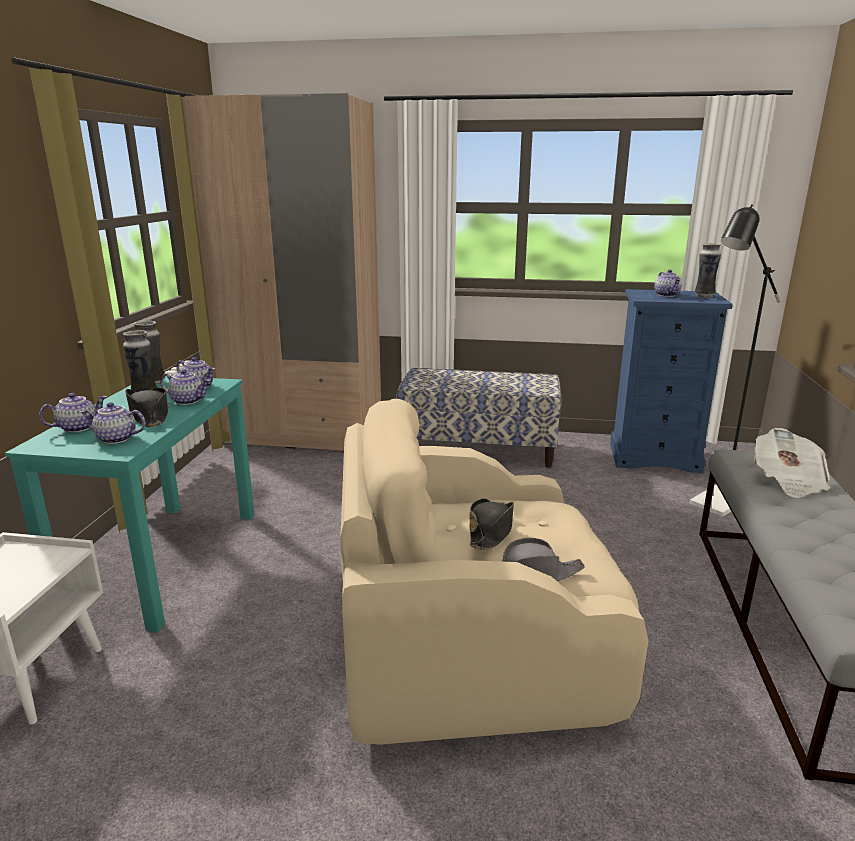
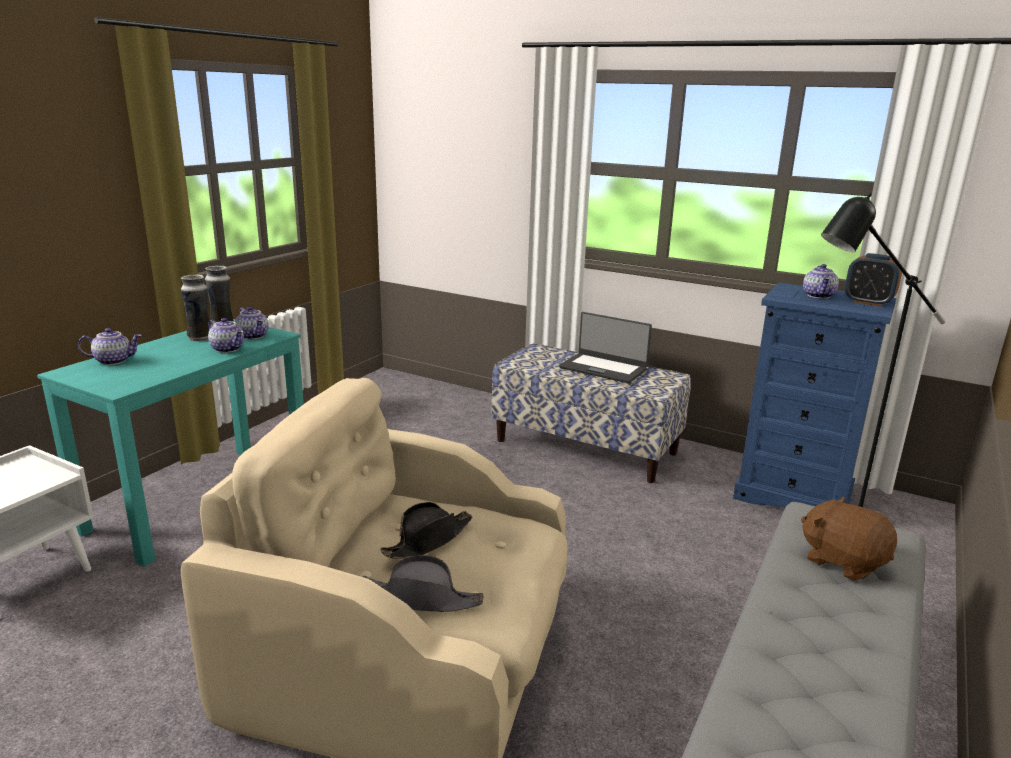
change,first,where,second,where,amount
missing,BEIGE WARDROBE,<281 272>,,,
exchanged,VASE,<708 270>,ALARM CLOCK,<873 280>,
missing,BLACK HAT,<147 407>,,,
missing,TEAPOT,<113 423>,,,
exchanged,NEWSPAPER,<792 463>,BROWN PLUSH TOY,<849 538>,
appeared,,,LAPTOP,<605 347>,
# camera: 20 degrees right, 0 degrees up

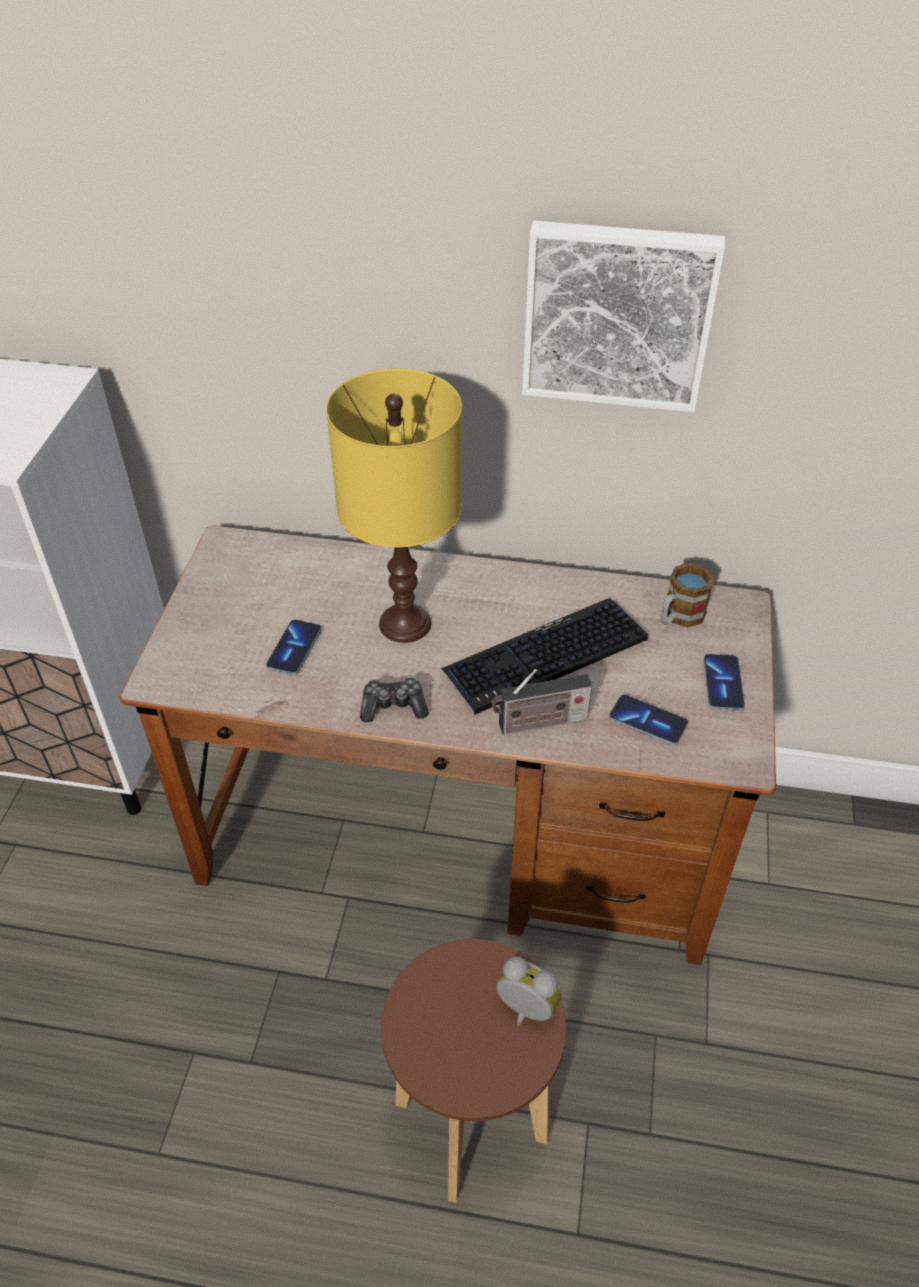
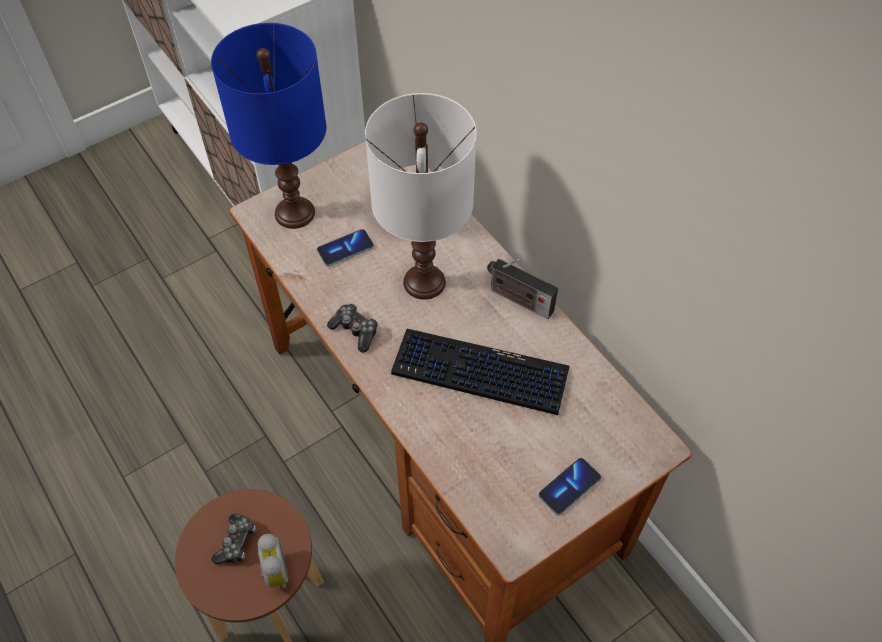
change,first,where,second,where,amount
missing,PICTURE,<623 316>,,,
colour,YELLOW TABLE LAMP,<394 505>,WHITE TABLE LAMP,<421 196>,
missing,MUG,<687 595>,,,
relocated,RADIO,<541 702>,,<522 289>,
missing,PHONE,<648 720>,,,
appeared,,,BLUE TABLE LAMP,<268 126>,
appeared,,,GAME CONTROLLER,<234 539>,
# camera: 45 degrees right, 10 degrees up

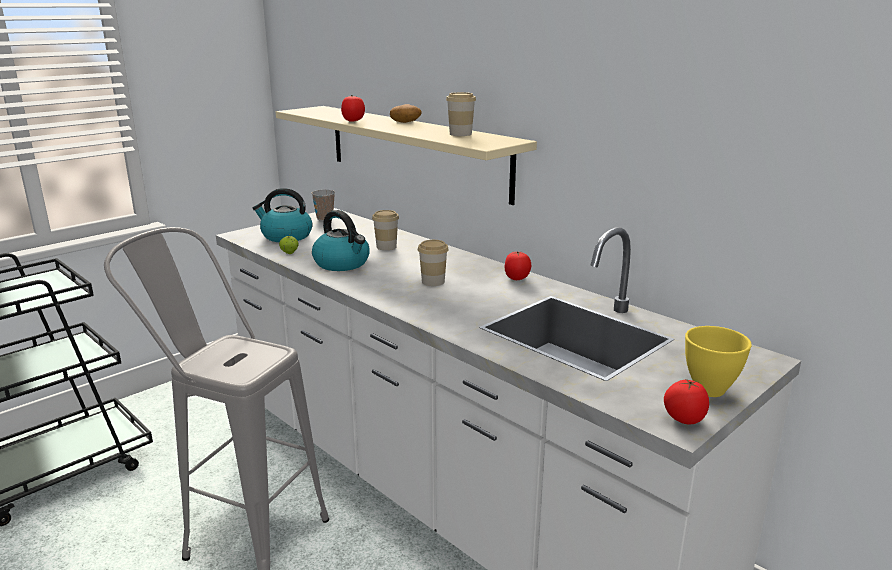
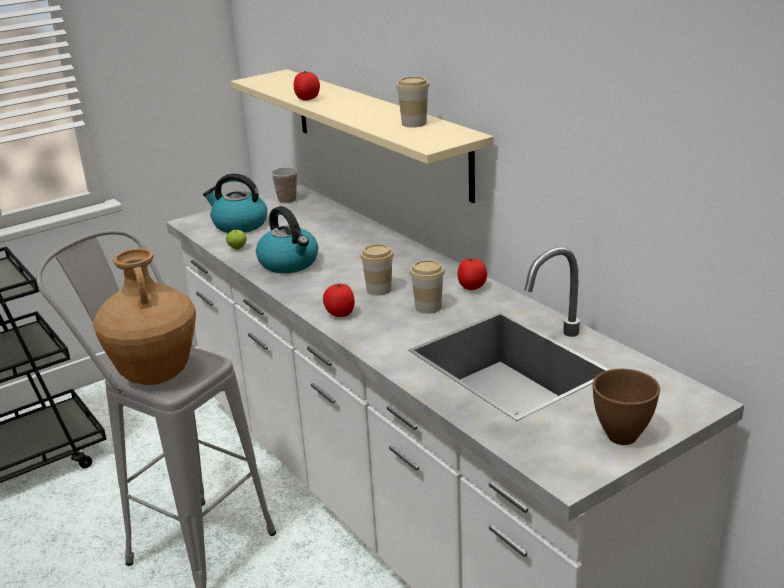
change,first,where,second,where,amount
missing,POTATO,<406 113>,,,
relocated,CUP,<385 230>,,<427 287>,
colour,YELLOW BOWL,<718 361>,BROWN BOWL,<626 407>,
relocated,TOMATO,<686 401>,,<339 300>,
appeared,,,BROWN VASE,<144 316>,
# camera: 10 degrees right, 5 degrees up

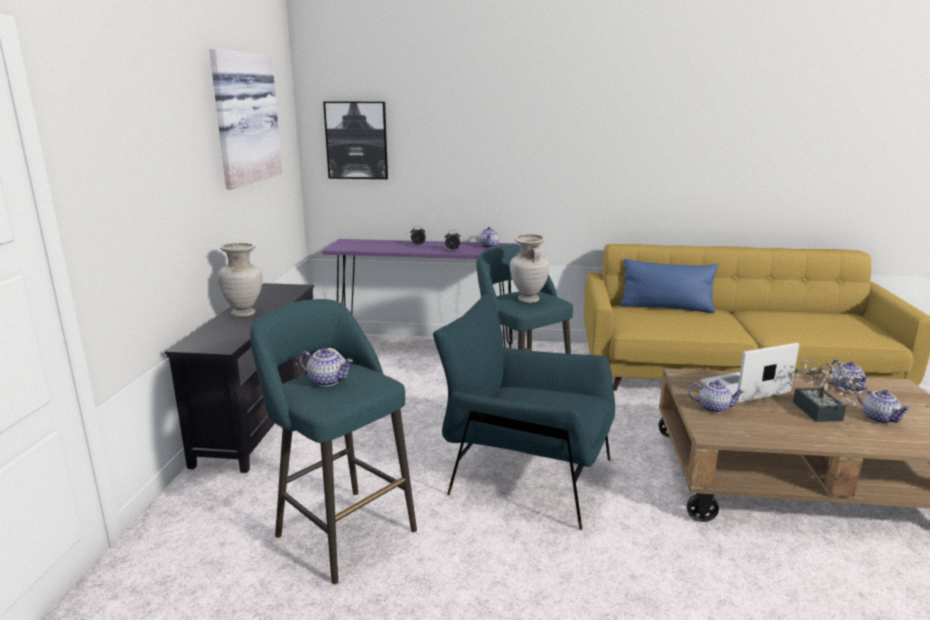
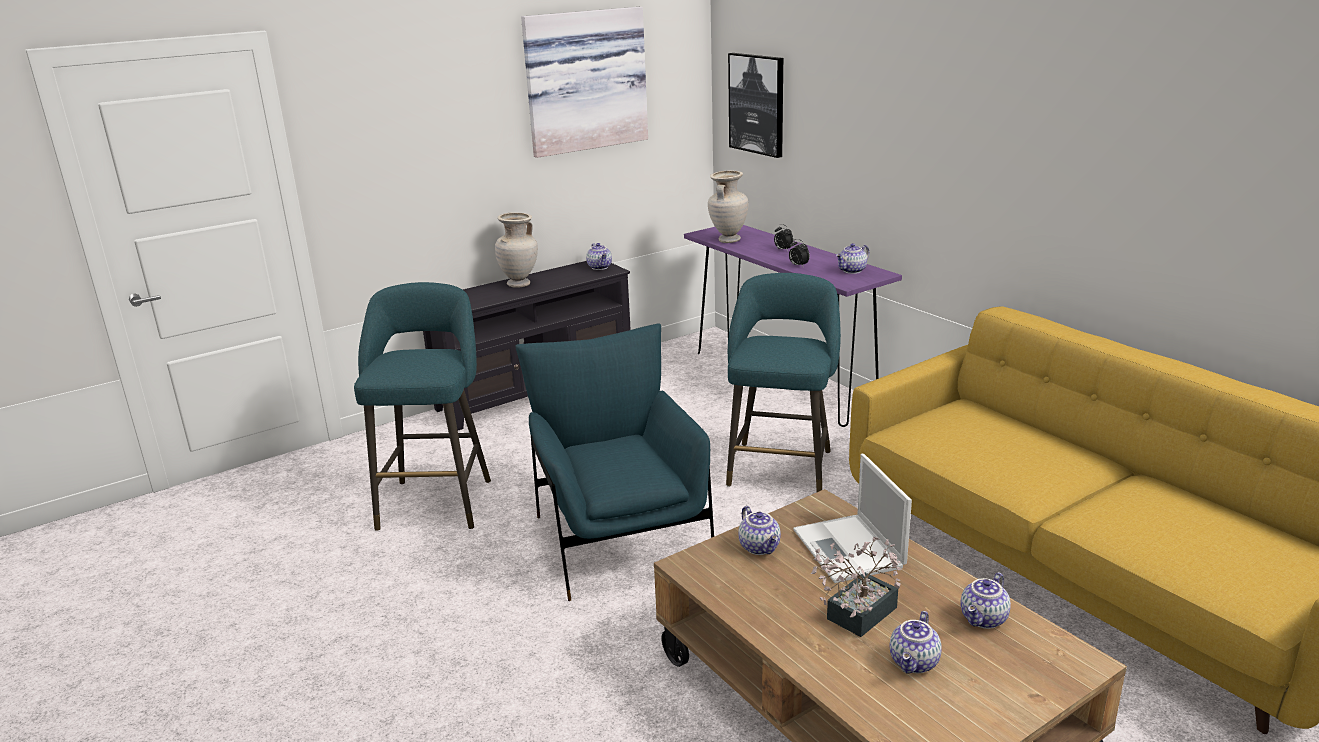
change,first,where,second,where,amount
relocated,BEIGE VASE,<529 268>,,<728 207>,
missing,BLUE PILLOW,<669 286>,,,
spun,LAPTOP,<749 373>,,<852 518>,135 degrees counterclockwise
relocated,TEAPOT,<326 367>,,<599 256>,
# camera: 50 degrees right, 5 degrees up

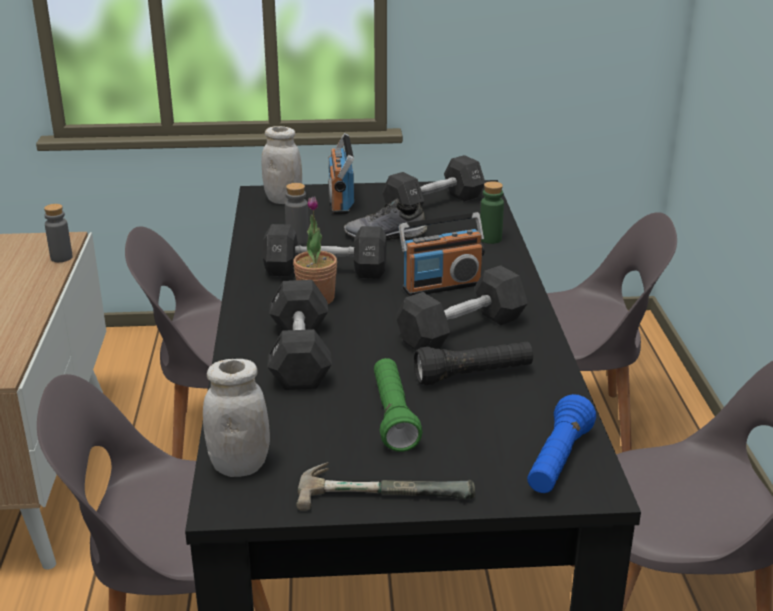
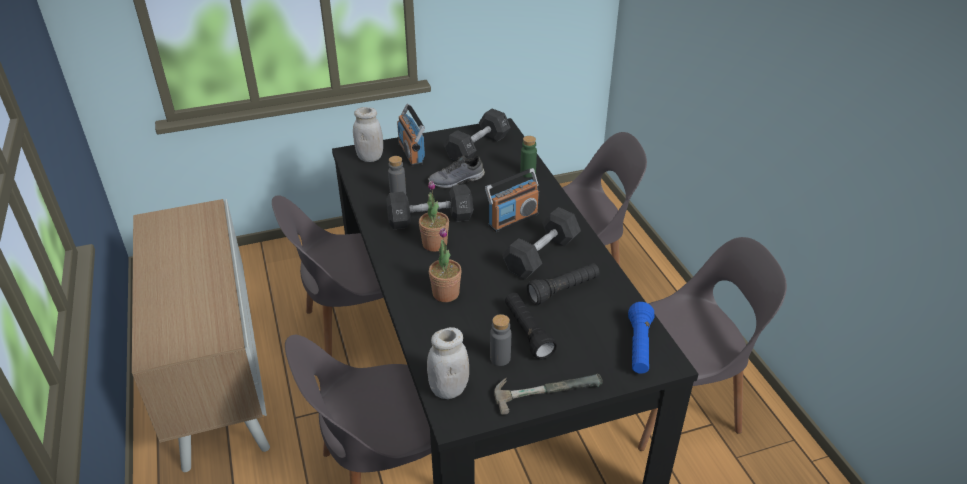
change,first,where,second,where,amount
relocated,GREY BOTTLE,<58 233>,,<500 340>,
exchanged,BLACK DUMBBELL,<299 335>,POTTED PLANT,<445 265>,
colour,GREEN FLASHLIGHT,<398 405>,BLACK FLASHLIGHT,<531 326>,
# camera: 15 degrees left, 10 degrees up

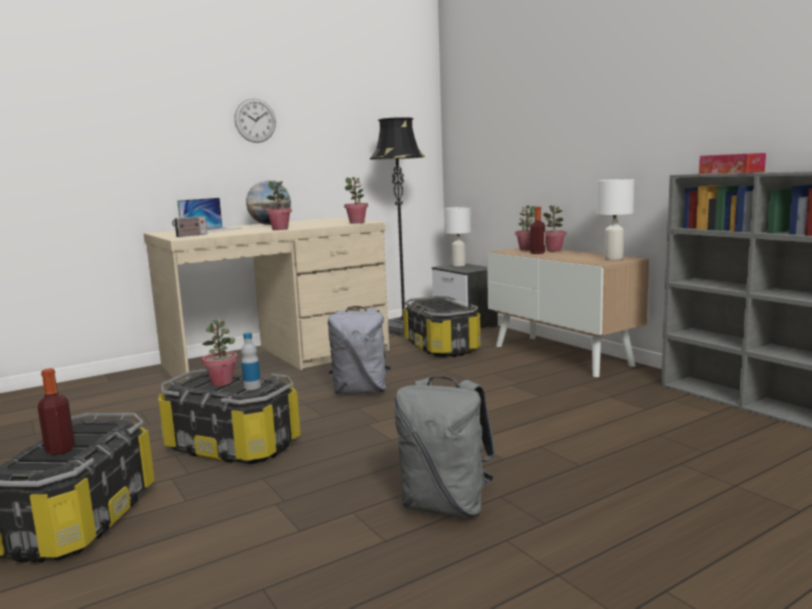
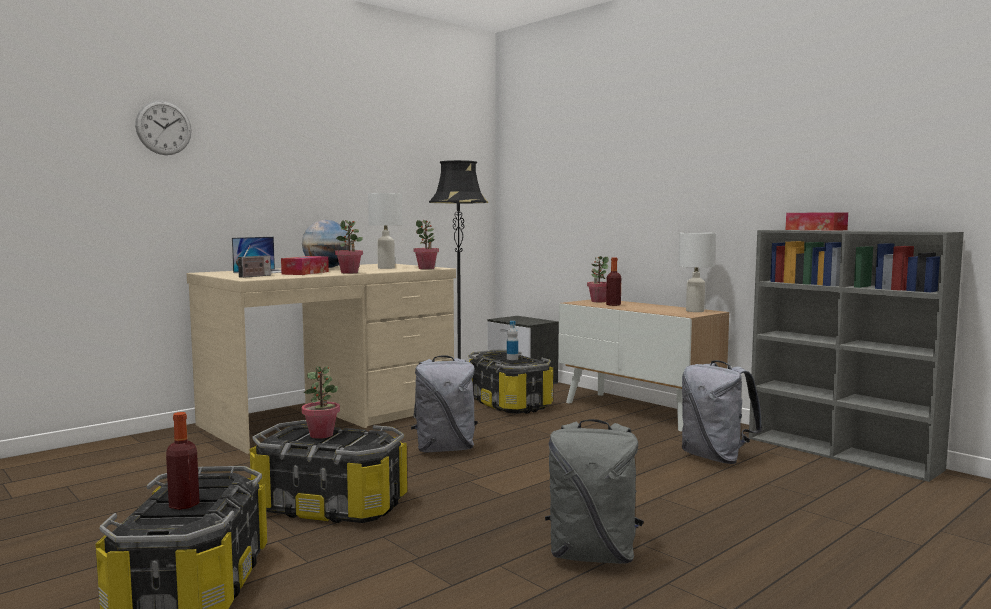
change,first,where,second,where,amount
relocated,WALL CLOCK,<255 120>,,<163 127>,
missing,POTTED PLANT,<554 228>,,,
relocated,WHITE TABLE LAMP,<458 236>,,<385 231>,
relocated,BOTTLE,<251 361>,,<512 340>,
appeared,,,TISSUE BOX,<305 265>,
appeared,,,GREY BACKPACK,<722 412>,
# camera: 10 degrees left, 5 degrees down

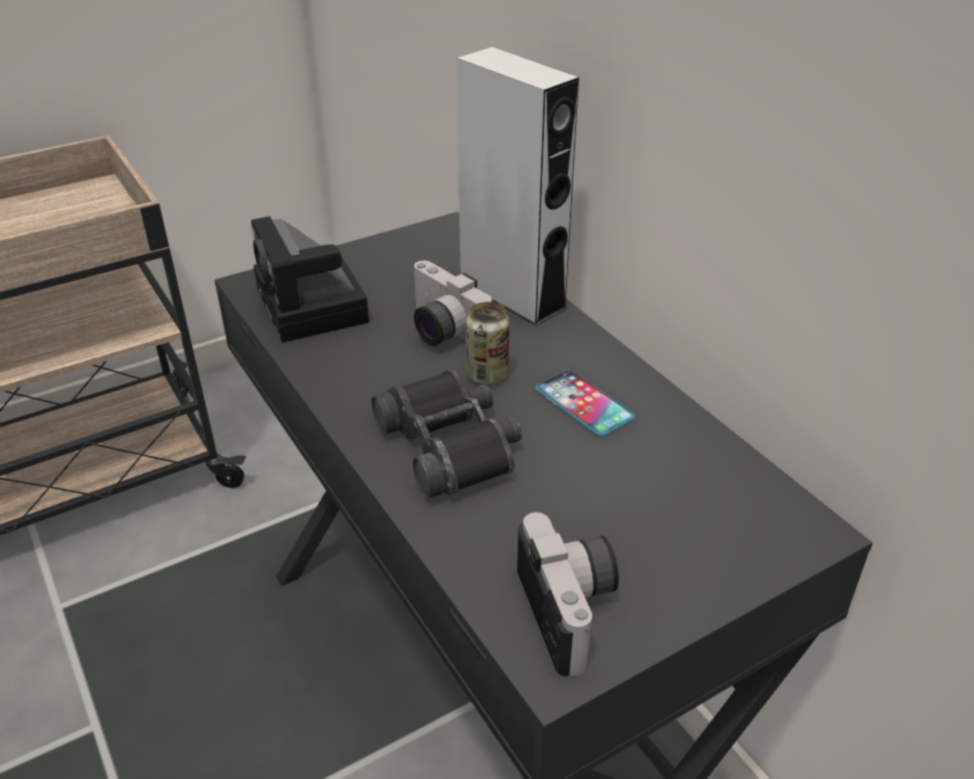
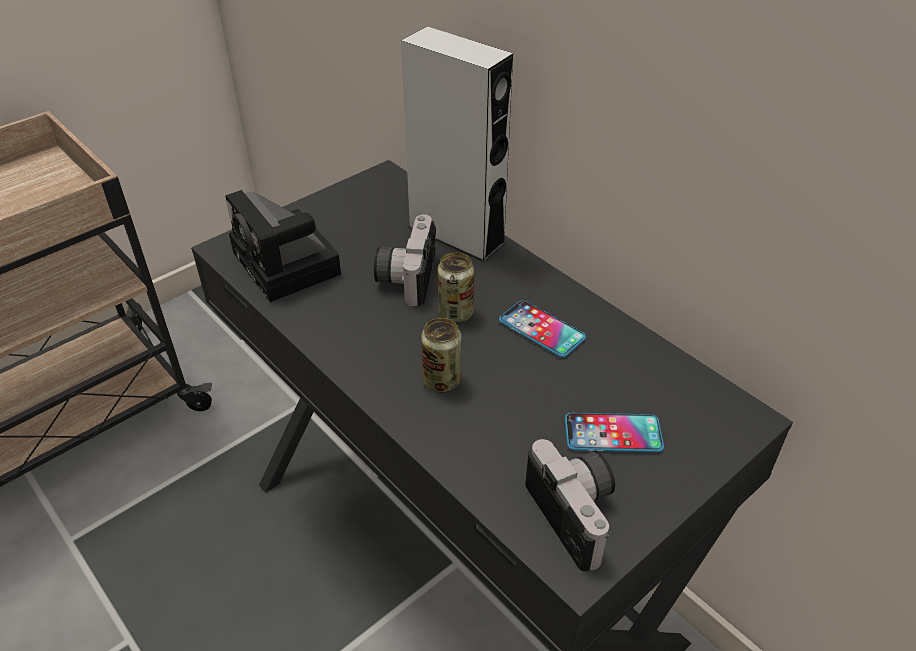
change,first,where,second,where,amount
spun,PHOTO CAMERA,<453 303>,,<405 260>,60 degrees clockwise
exchanged,BLACK BINOCULARS,<447 434>,CAN,<441 355>,
appeared,,,PHONE,<614 432>,
# camera: 10 degrees left, 5 degrees up

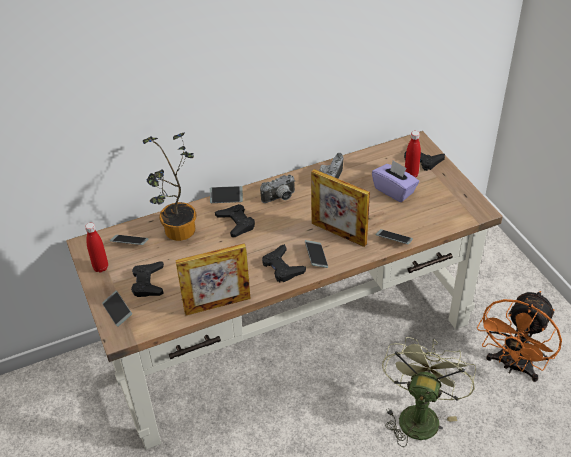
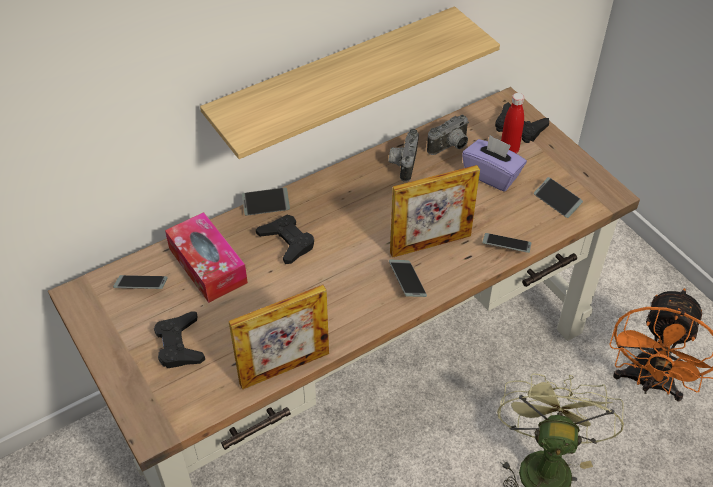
change,first,where,second,where,amount
exchanged,POTTED PLANT,<170 187>,TISSUE BOX,<206 257>,
spun,PICTURE FRAME,<340 208>,,<435 211>,45 degrees counterclockwise
relocated,PHOTO CAMERA,<277 188>,,<448 135>,
missing,RED BOTTLE,<96 248>,,,
missing,BLACK GAME CONTROLLER,<284 263>,,,
relocated,PHONE,<117 309>,,<558 197>,
appeared,,,SHELF,<350 82>,
# camera: 10 degrees left, 5 degrees up

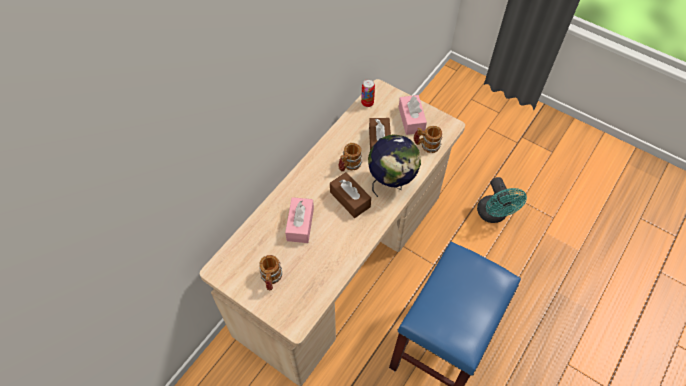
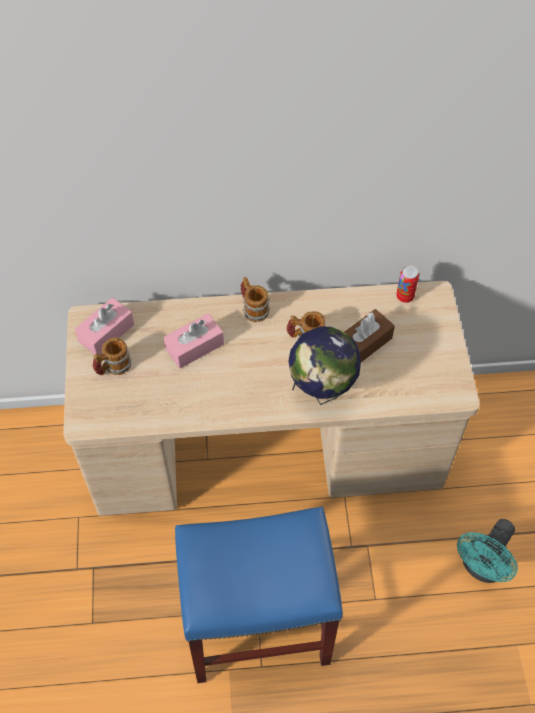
change,first,where,second,where,amount
relocated,PINK TISSUE BOX,<413 115>,,<104 326>,
relocated,MUG,<427 139>,,<255 299>,
missing,BROWN TISSUE BOX,<350 195>,,,
# camera: 50 degrees right, 0 degrees up

